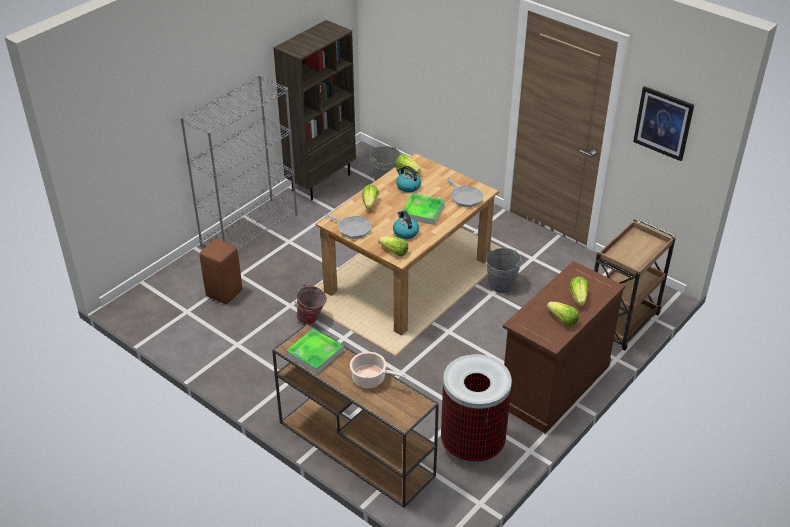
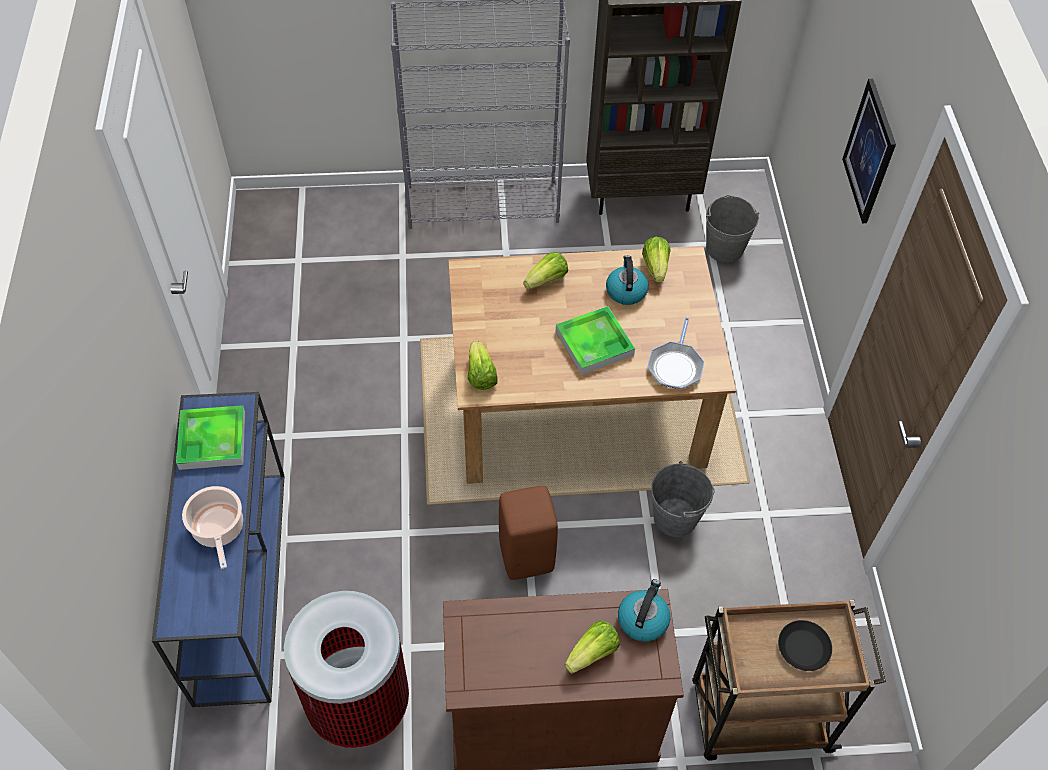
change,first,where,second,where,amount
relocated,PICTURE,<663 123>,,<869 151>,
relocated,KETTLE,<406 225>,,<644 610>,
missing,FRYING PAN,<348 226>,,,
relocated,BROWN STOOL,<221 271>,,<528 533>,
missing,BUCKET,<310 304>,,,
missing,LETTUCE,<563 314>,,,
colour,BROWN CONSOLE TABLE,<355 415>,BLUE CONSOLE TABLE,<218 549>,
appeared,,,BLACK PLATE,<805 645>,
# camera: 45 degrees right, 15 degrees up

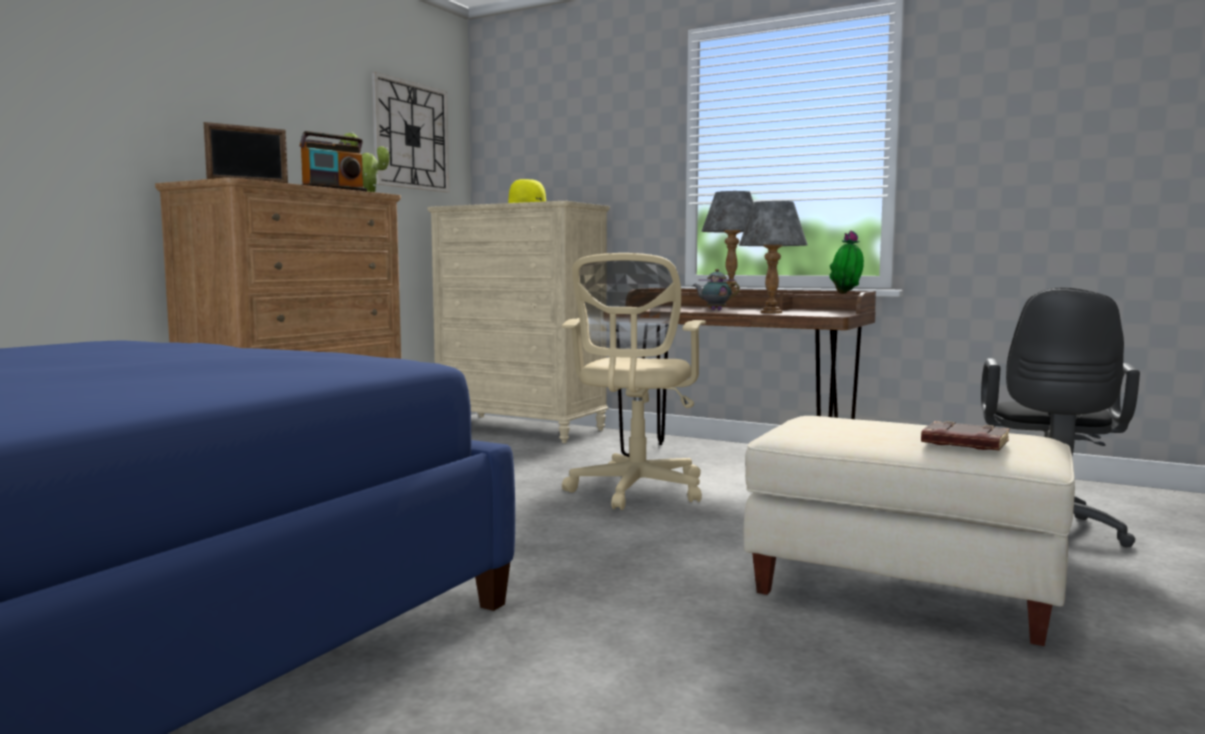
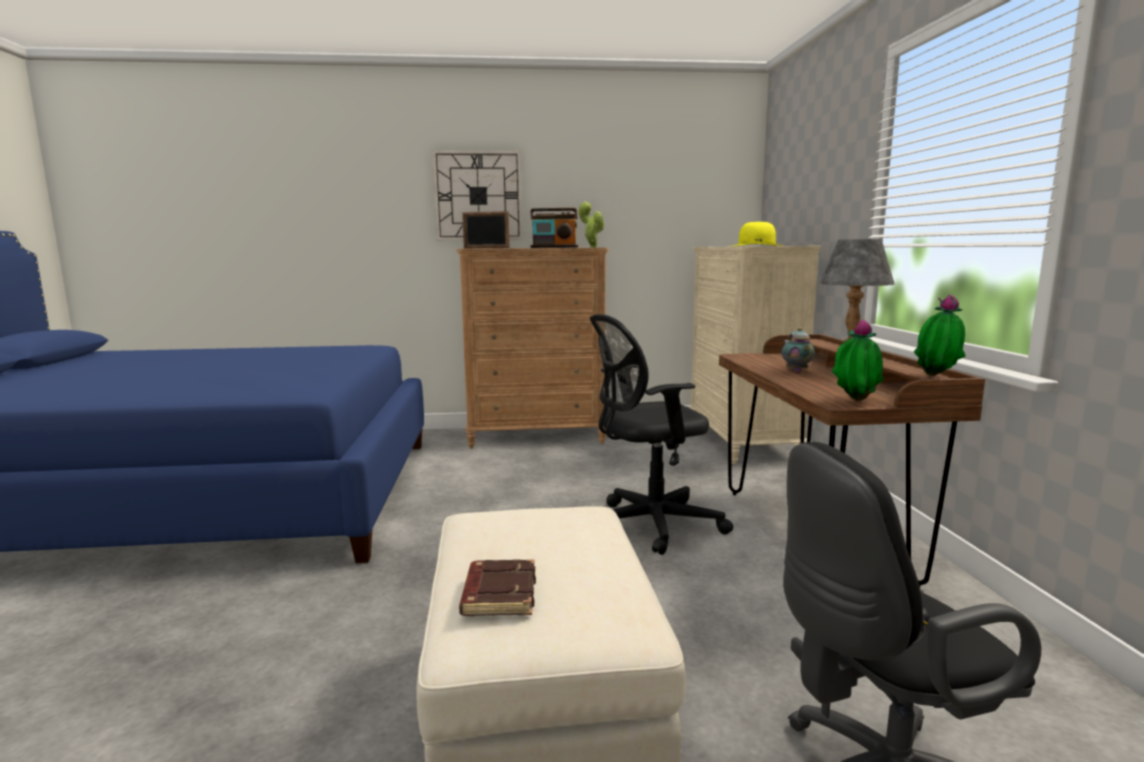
change,first,where,second,where,amount
relocated,WALL CLOCK,<410 132>,,<477 195>,
missing,GREY TABLE LAMP,<773 257>,,,
colour,BEIGE OFFICE CHAIR,<634 381>,BLACK OFFICE CHAIR,<662 434>,
appeared,,,POTTED PLANT,<857 360>,
# camera: 55 degrees right, 5 degrees up

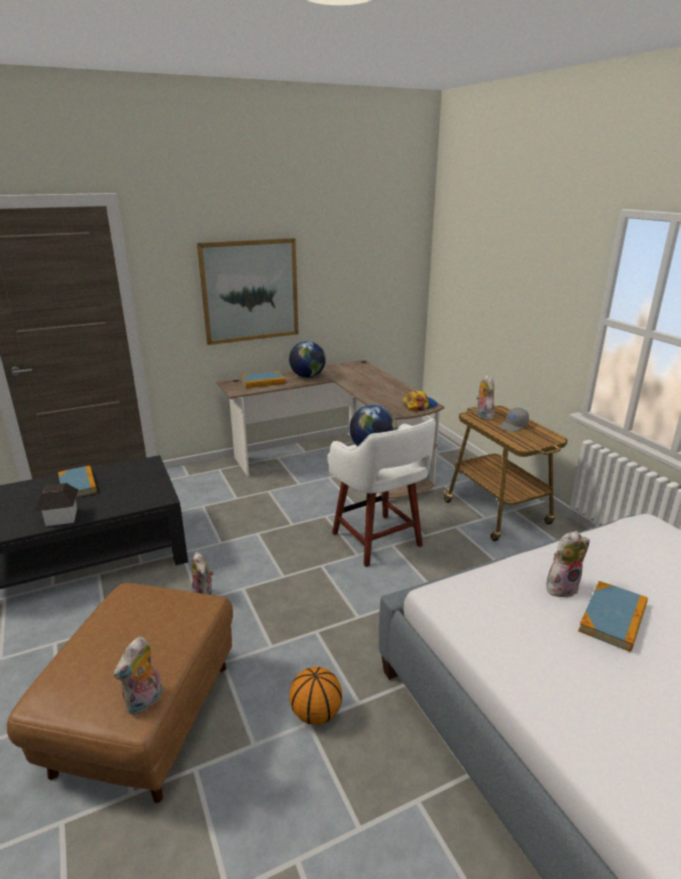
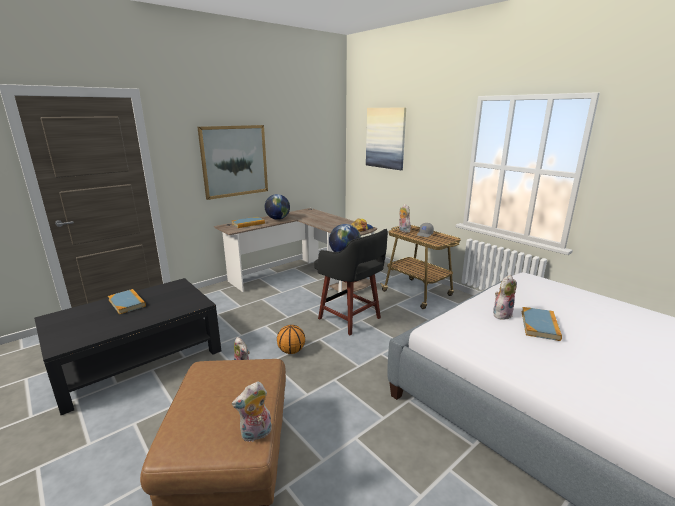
change,first,where,second,where,amount
colour,WHITE STOOL,<382 493>,BLACK STOOL,<351 282>,
missing,TOY HOUSE,<56 504>,,,
spun,PLUSH TOY,<138 676>,,<252 412>,45 degrees clockwise
relocated,BASKETBALL,<315 696>,,<291 339>,
appeared,,,PICTURE,<386 139>,
# camera: 15 degrees left, 5 degrees down

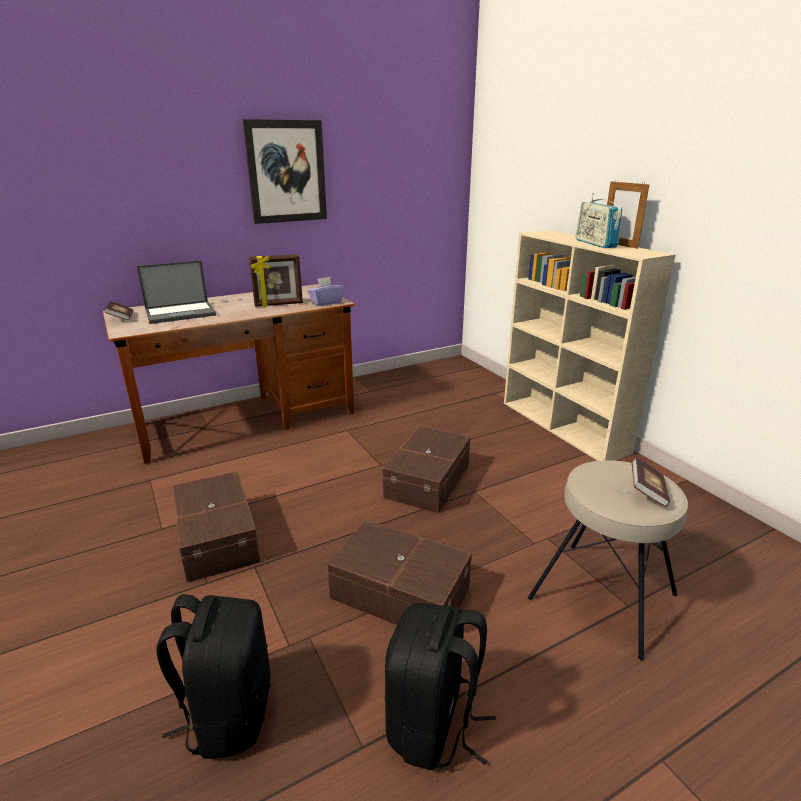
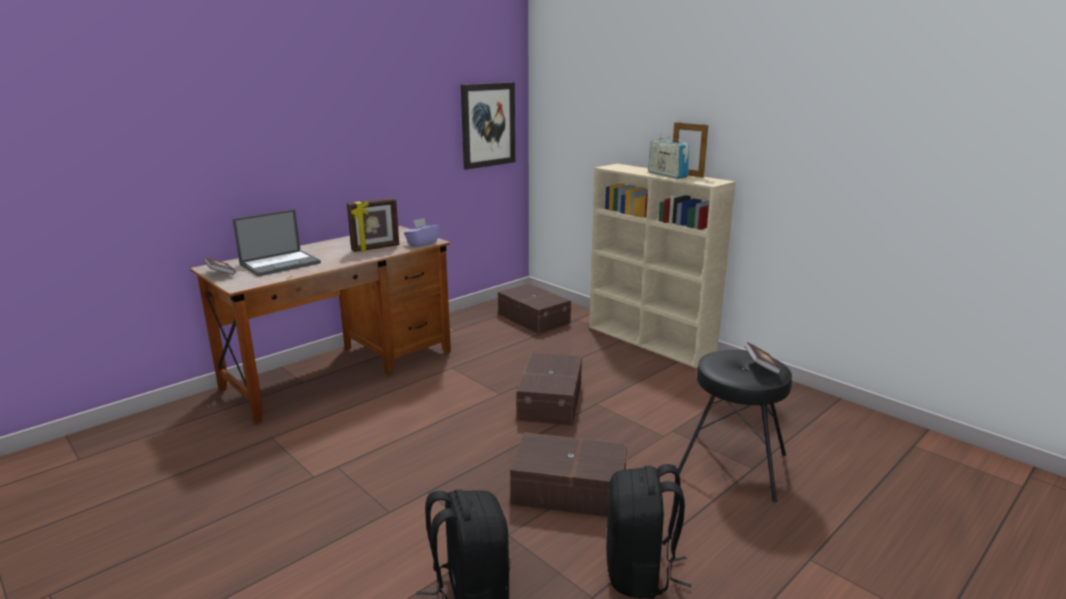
change,first,where,second,where,amount
relocated,PICTURE,<284 171>,,<488 126>,
colour,BEIGE STOOL,<608 560>,BLACK STOOL,<735 426>,
relocated,BROWN STORAGE BOX,<216 527>,,<534 308>,
# camera: 15 degrees left, 5 degrees down

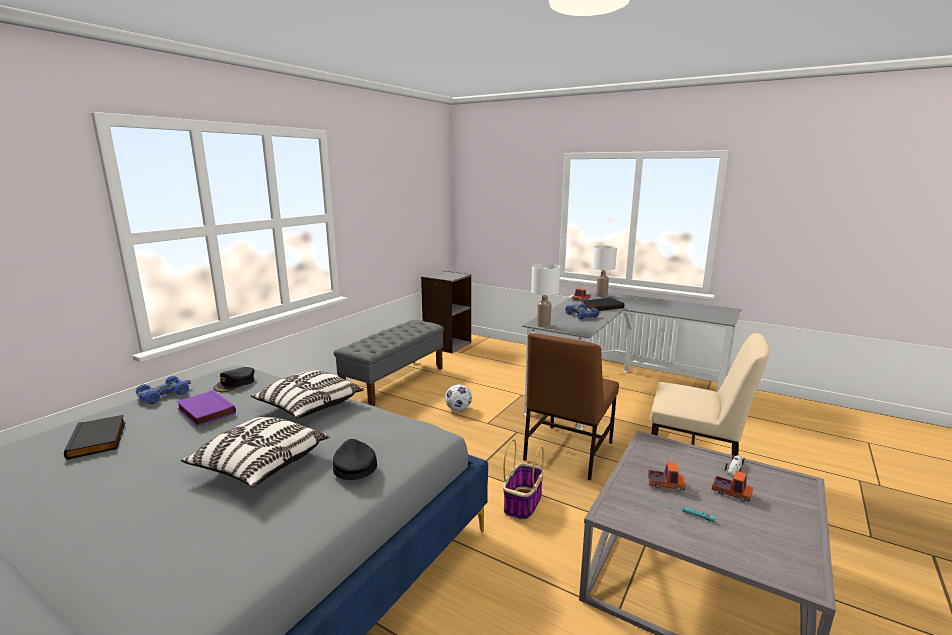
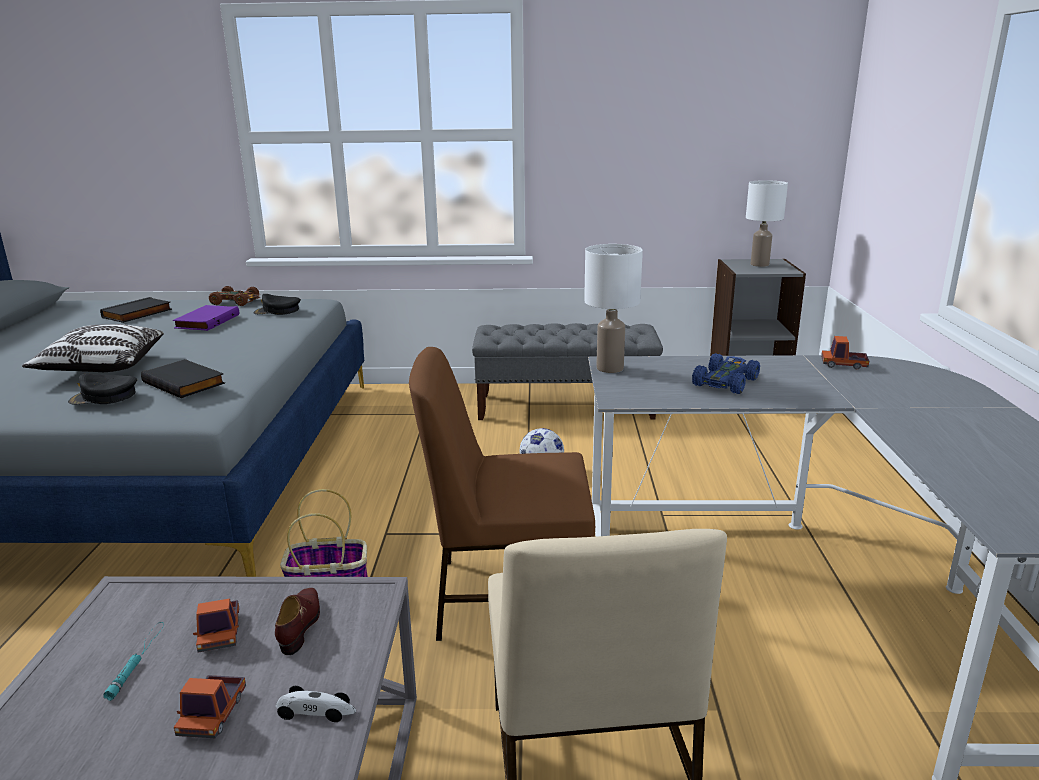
change,first,where,second,where,amount
relocated,WHITE TABLE LAMP,<604 271>,,<767 223>,
relocated,BLACK BOOK,<603 304>,,<183 378>,
missing,PILLOW,<307 394>,,,
colour,BLUE TOY CAR,<163 390>,BROWN TOY CAR,<234 296>,
spun,BLACK CAP,<354 459>,,<102 389>,135 degrees counterclockwise
appeared,,,BROWN SHOE,<297 621>,
# camera: 60 degrees right, 5 degrees up

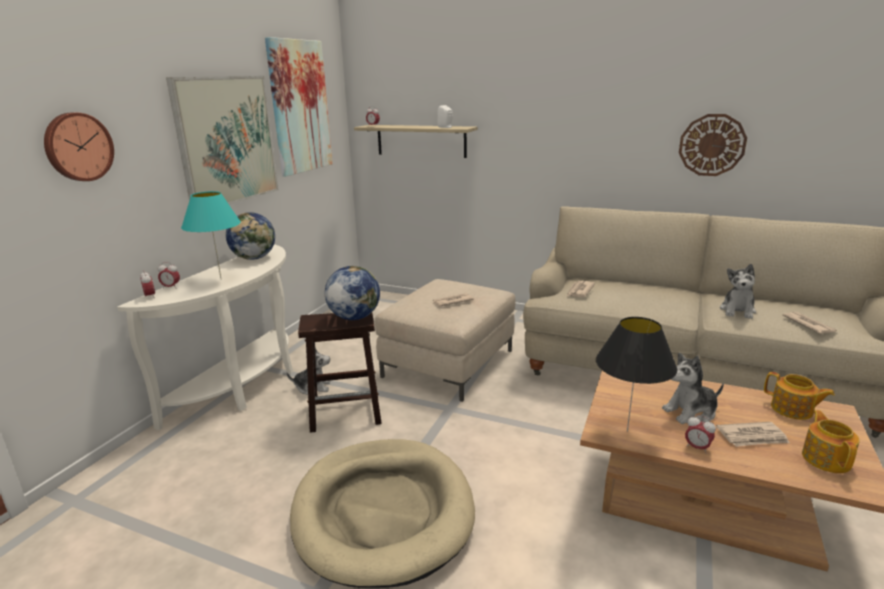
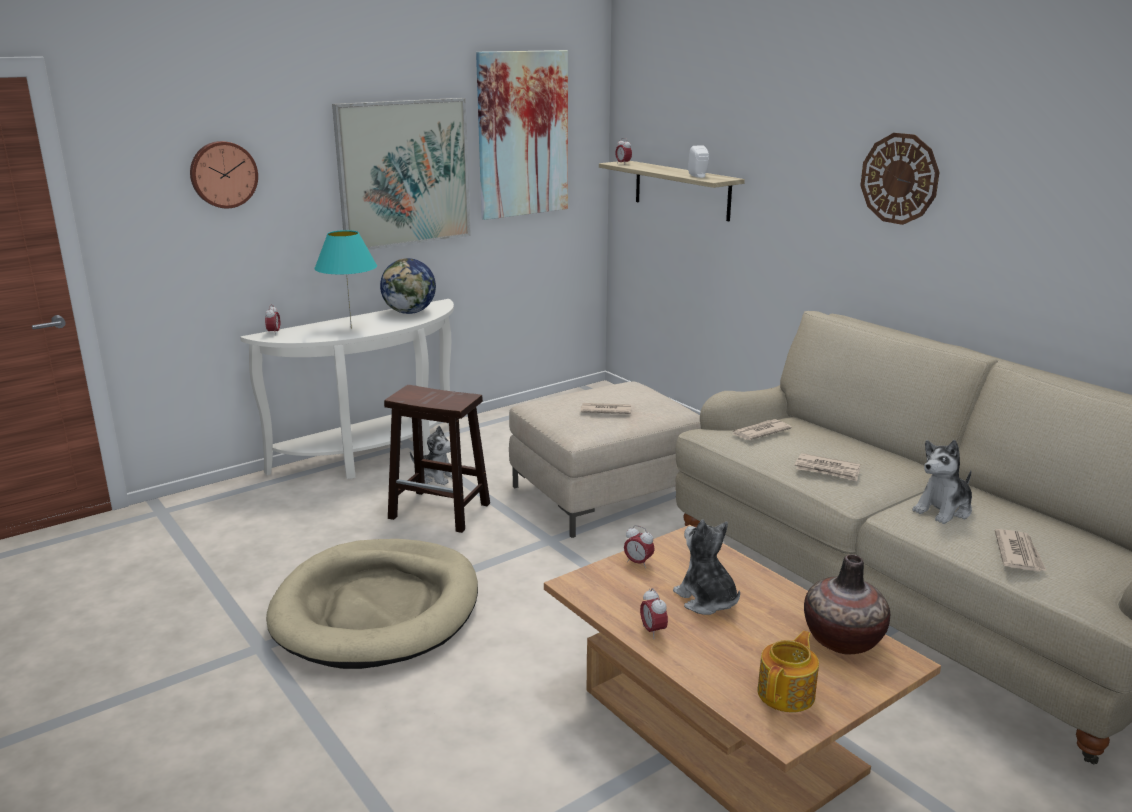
change,first,where,second,where,amount
relocated,WALL CLOCK,<713 145>,,<900 179>,
relocated,ALARM CLOCK,<169 275>,,<639 546>,
missing,GLOBE,<352 293>,,,
missing,BLACK TABLE LAMP,<636 374>,,,
spun,PLUSH TOY,<693 388>,,<706 567>,45 degrees clockwise
exchanged,TEAPOT,<799 396>,VASE,<847 604>,
relocated,NEWSPAPER,<753 434>,,<828 467>,
# camera: 30 degrees right, 0 degrees up

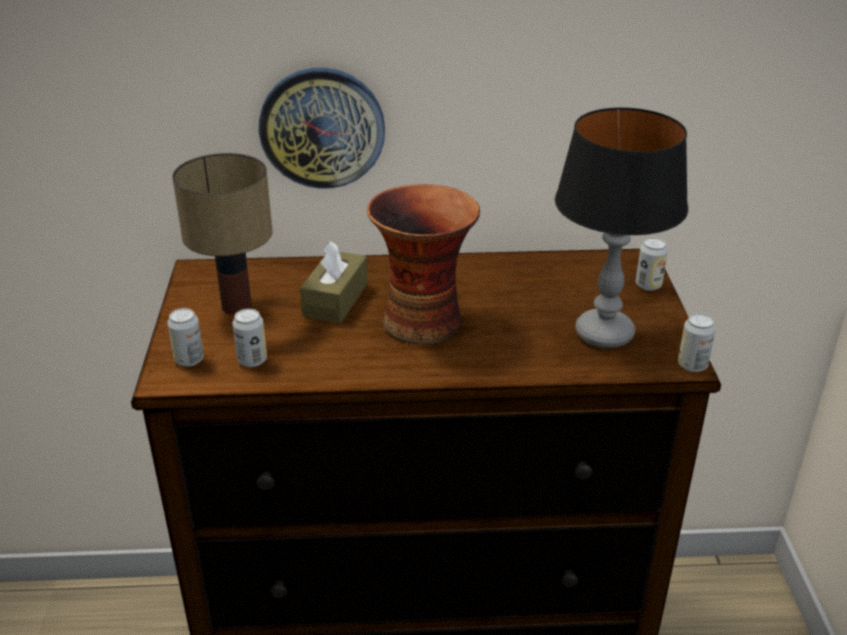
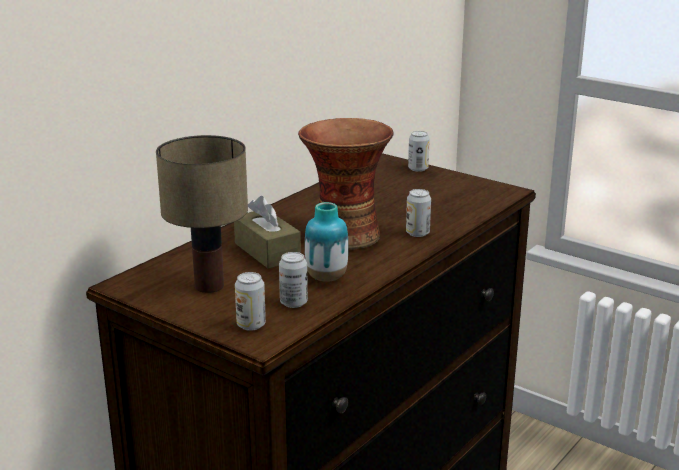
change,first,where,second,where,amount
missing,WALL CLOCK,<322 128>,,,
missing,TABLE LAMP,<621 227>,,,
relocated,CAN,<697 342>,,<418 213>,
appeared,,,VASE,<326 242>,
# camera: 50 degrees left, 10 degrees down

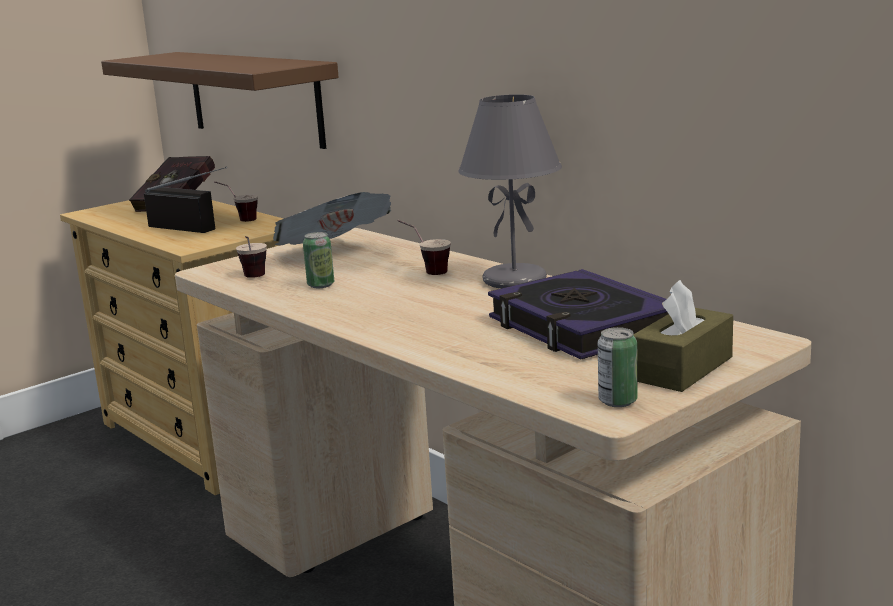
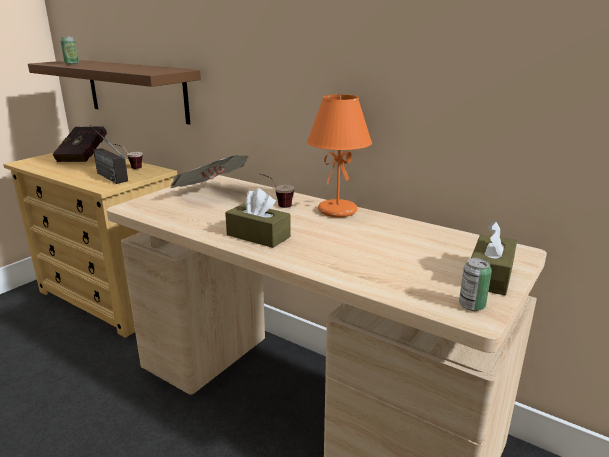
change,first,where,second,where,amount
colour,GREY TABLE LAMP,<510 191>,ORANGE TABLE LAMP,<339 155>,
spun,RADIO,<185 199>,,<109 154>,150 degrees counterclockwise
relocated,CAN,<318 260>,,<70 50>,
missing,CUP,<251 257>,,,
missing,BOOK,<578 314>,,,
appeared,,,BROWN TISSUE BOX,<258 218>,
# camera: 15 degrees left, 5 degrees up

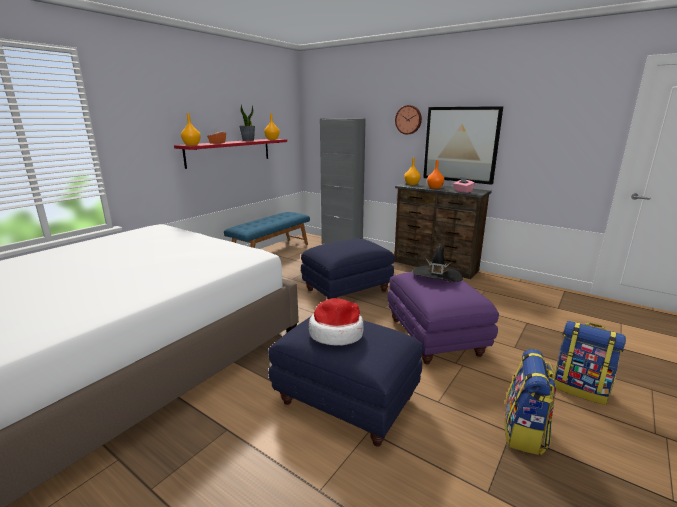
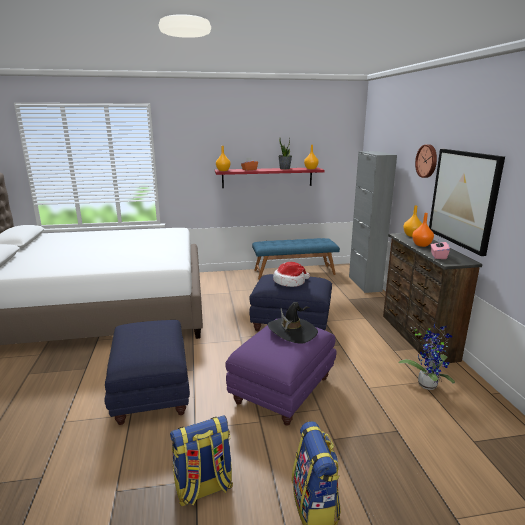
change,first,where,second,where,amount
relocated,HAT,<336 322>,,<291 274>,
appeared,,,POTTED PLANT,<426 356>,
# camera: 45 degrees right, 0 degrees up

